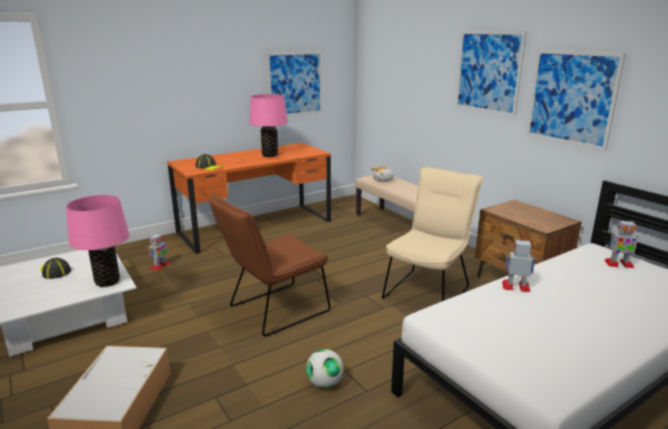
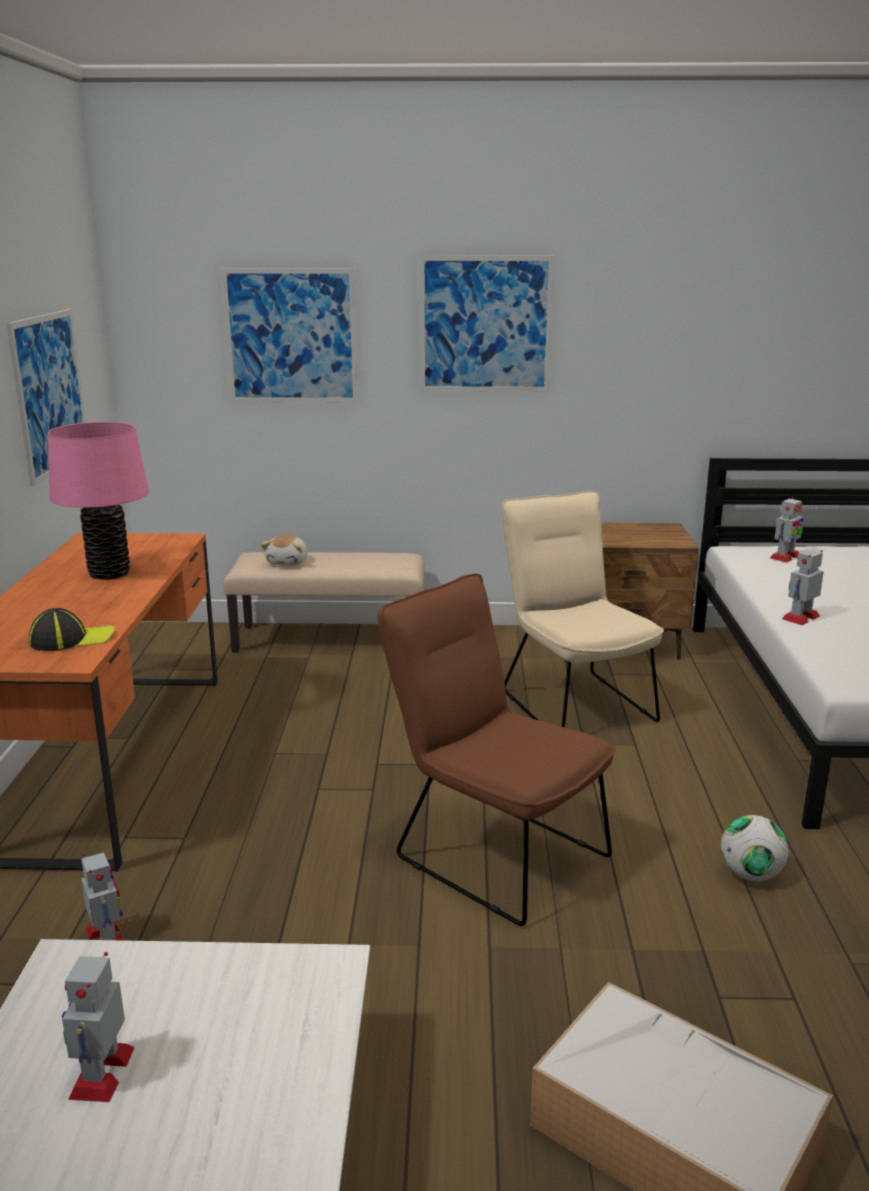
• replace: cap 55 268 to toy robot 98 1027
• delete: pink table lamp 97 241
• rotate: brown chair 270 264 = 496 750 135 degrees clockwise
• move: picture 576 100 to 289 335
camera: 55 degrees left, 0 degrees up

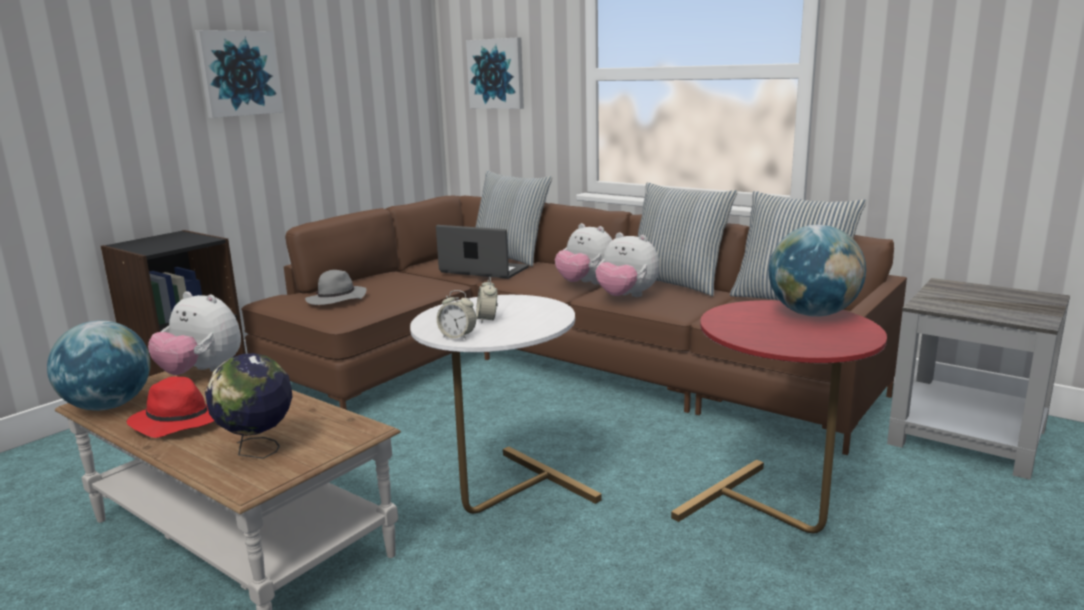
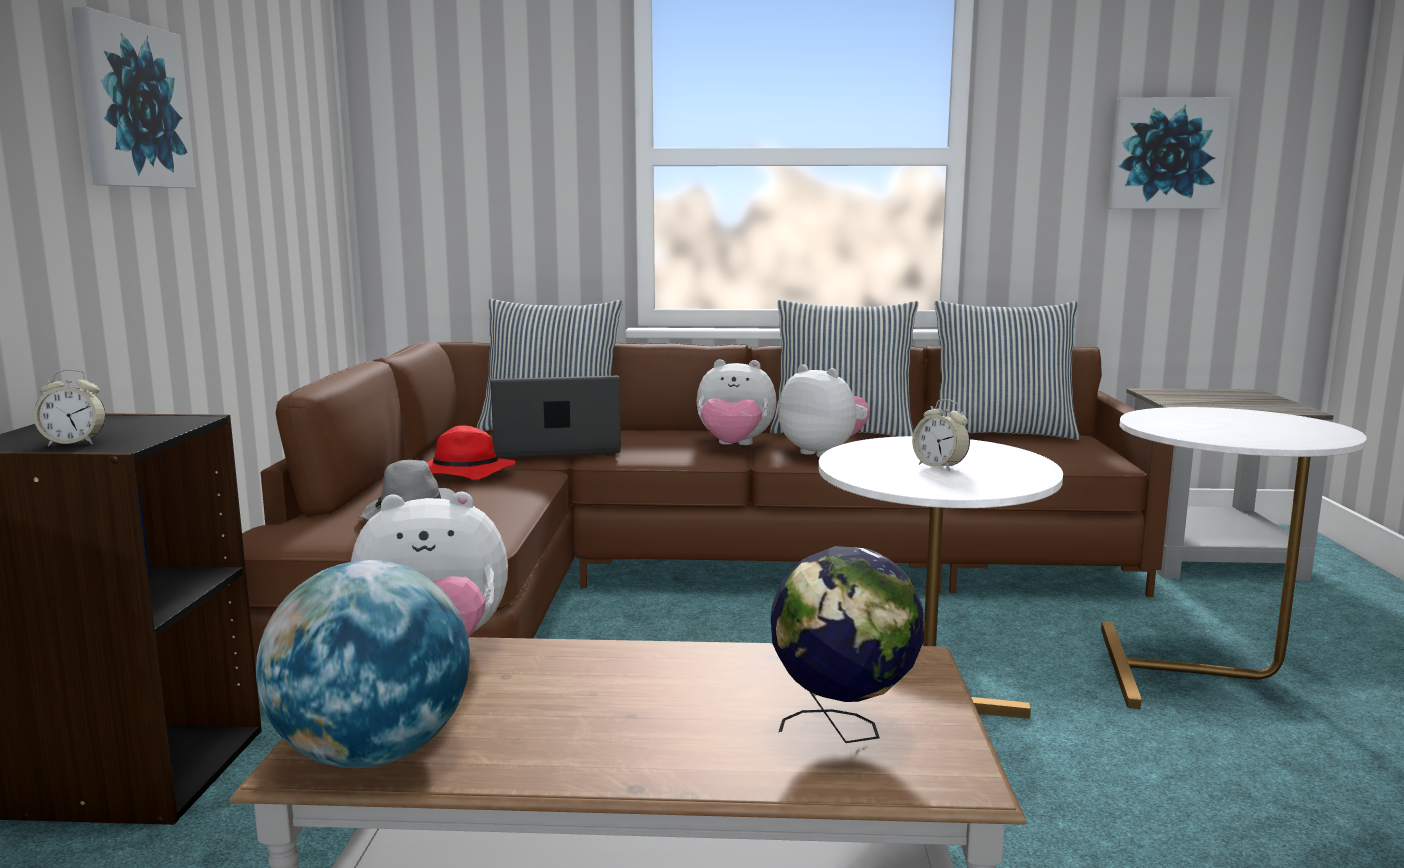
• move: red hat 170 407 to 471 452
• move: alarm clock 456 315 to 69 408
• move: picture 495 73 to 1169 153
• rotate: plush toy 627 264 = 824 410 135 degrees counterclockwise
• recolor: red side table 779 416 to white side table 1234 558
• delete: globe 817 271
camera: 35 degrees left, 5 degrees down

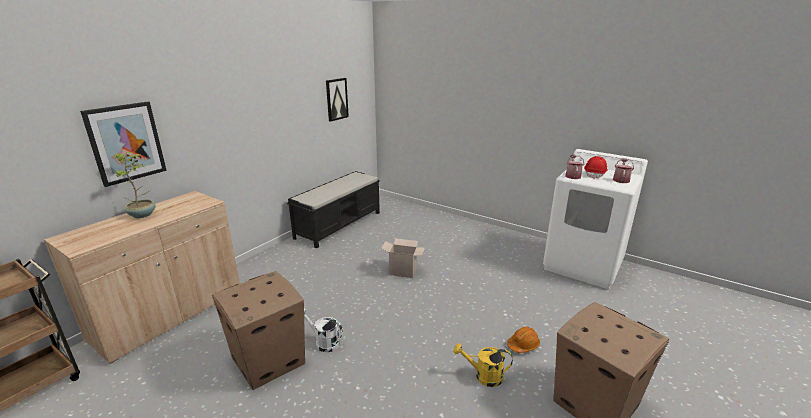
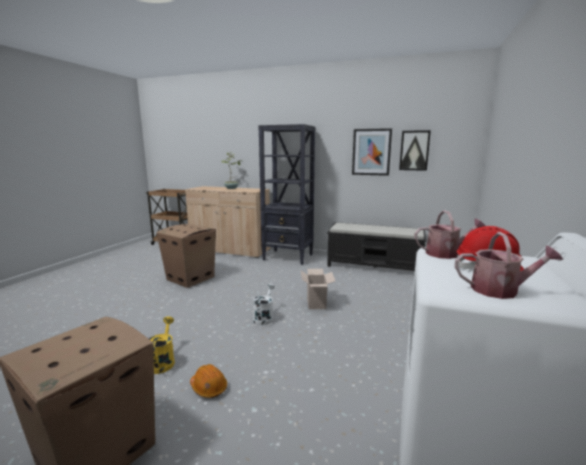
• move: picture 123 144 to 372 152
• move: white watering can 323 330 to 264 304
• insert: black bookcase 286 194
camera: 75 degrees right, 10 degrees down

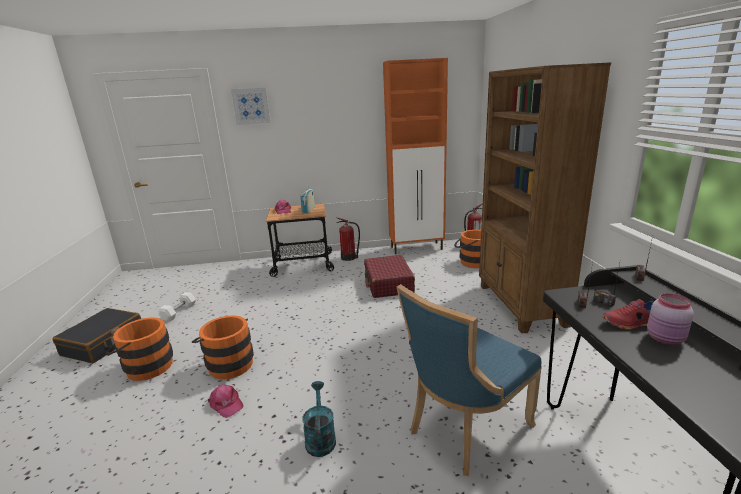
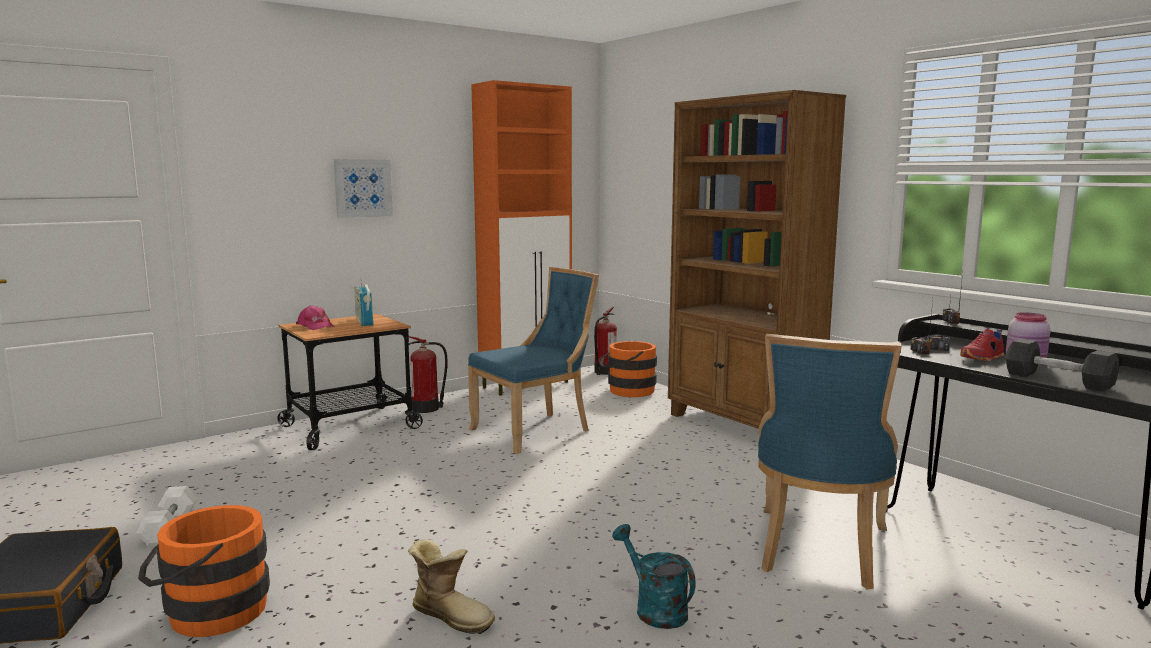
• delete: orange bucket 222 347
• replace: pink cap 226 400 to boot 451 587
• move: picture 251 106 to 363 188
• replace: red suitcase 389 276 to blue chair 533 360
• insert: grey dumbbell 1062 365
camera: 30 degrees left, 10 degrees down

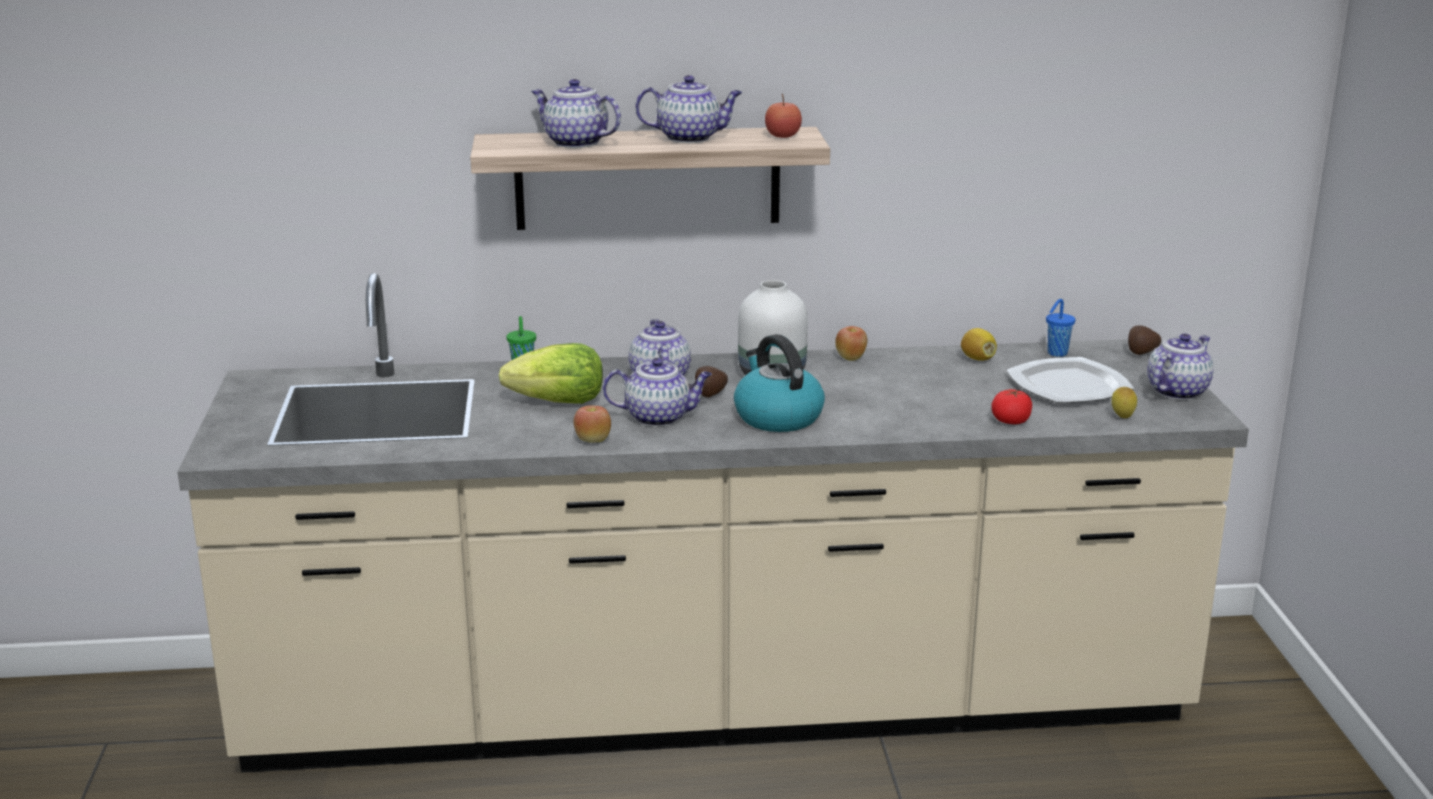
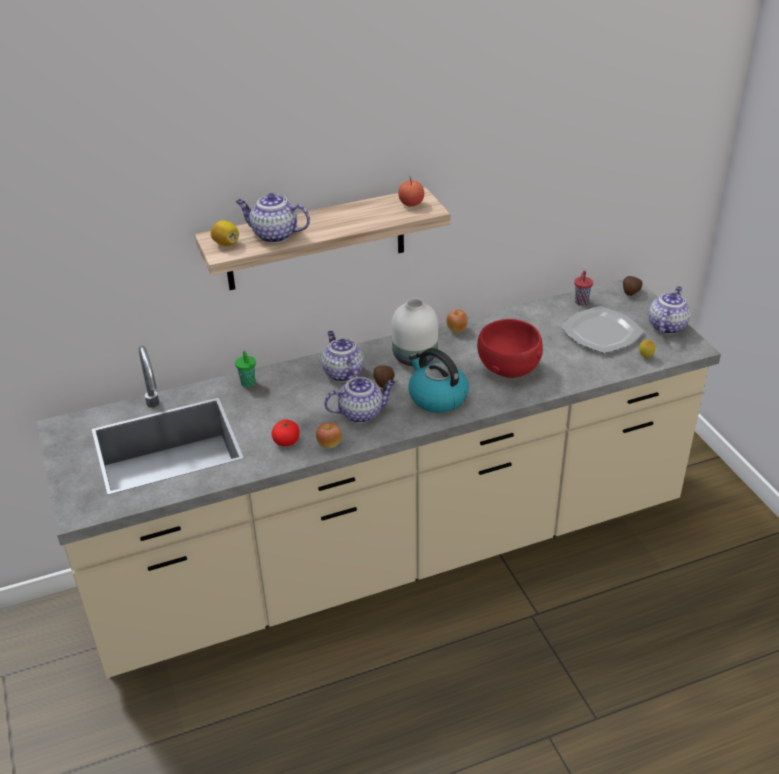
• delete: lettuce 551 373
• delete: teapot 688 109
• move: lemon 979 344 to 225 233
• move: tomato 1012 406 to 285 432
• recolor: blue cup 1060 328 to red cup 583 288
• insert: red bowl 510 348
camera: 15 degrees left, 15 degrees up

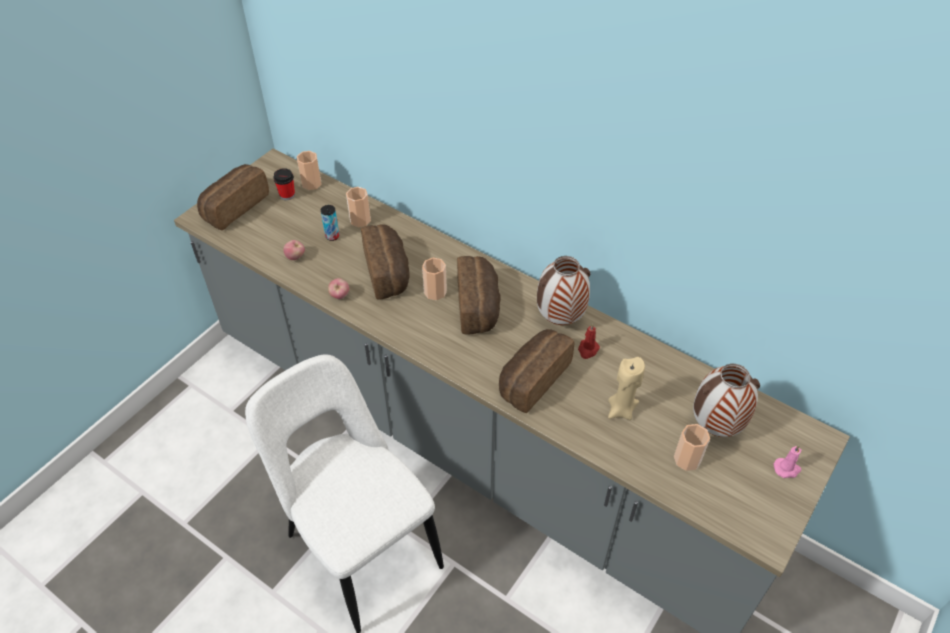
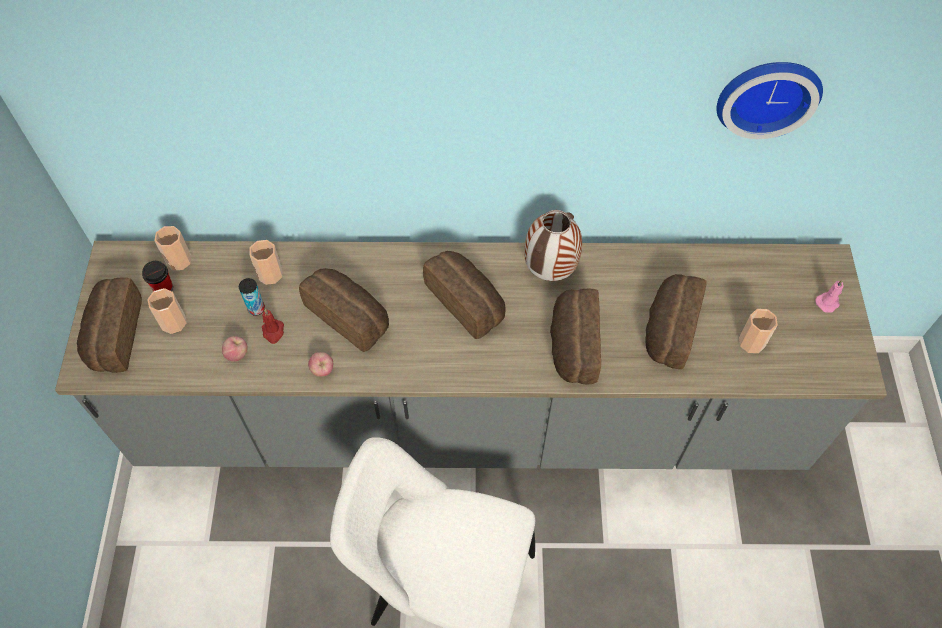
• move: cup 434 279 to 167 311
• move: red candle 589 341 to 273 326
• replace: beige candle 626 388 to bread 676 321
• delete: vase 726 400
• insert: wall clock 769 100
camera: 35 degrees left, 10 degrees up

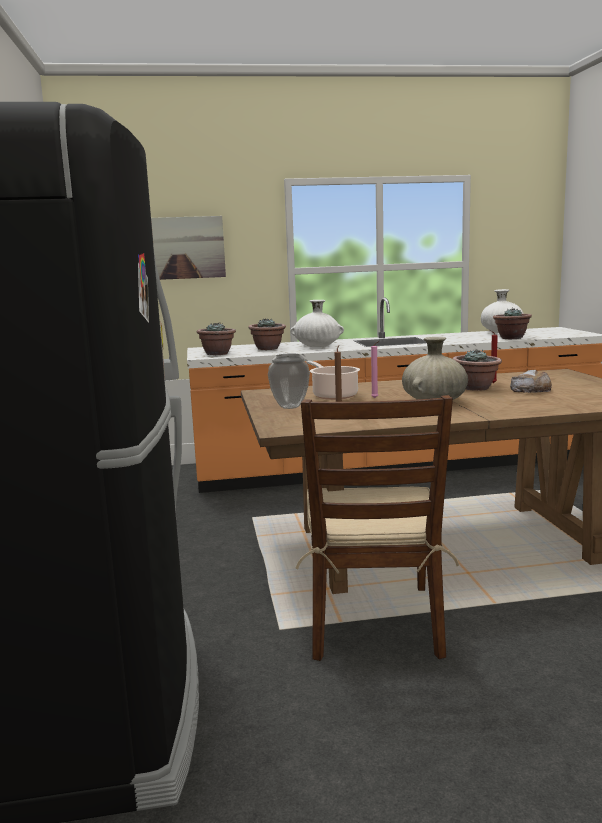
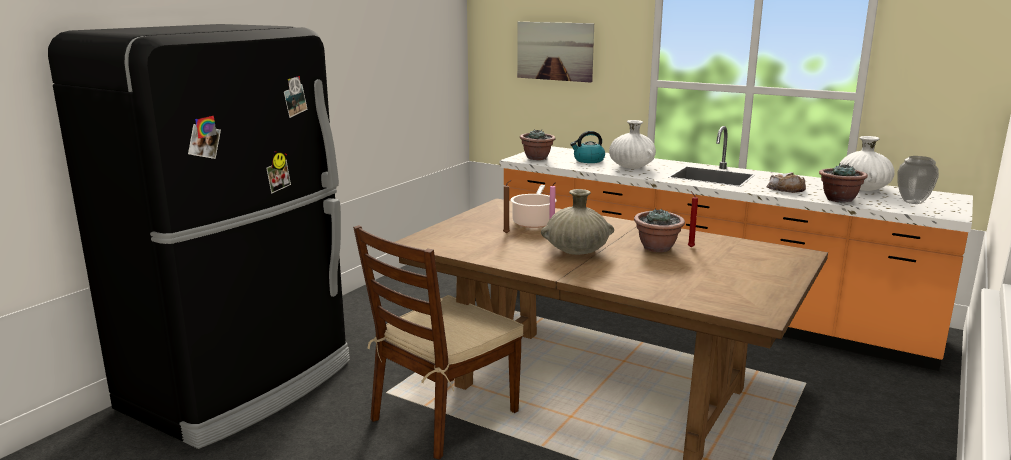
• replace: potted plant 267 334 to kettle 587 147
• move: vase 289 381 to 918 180
• move: bread 531 381 to 786 182
camera: 40 degrees right, 5 degrees up

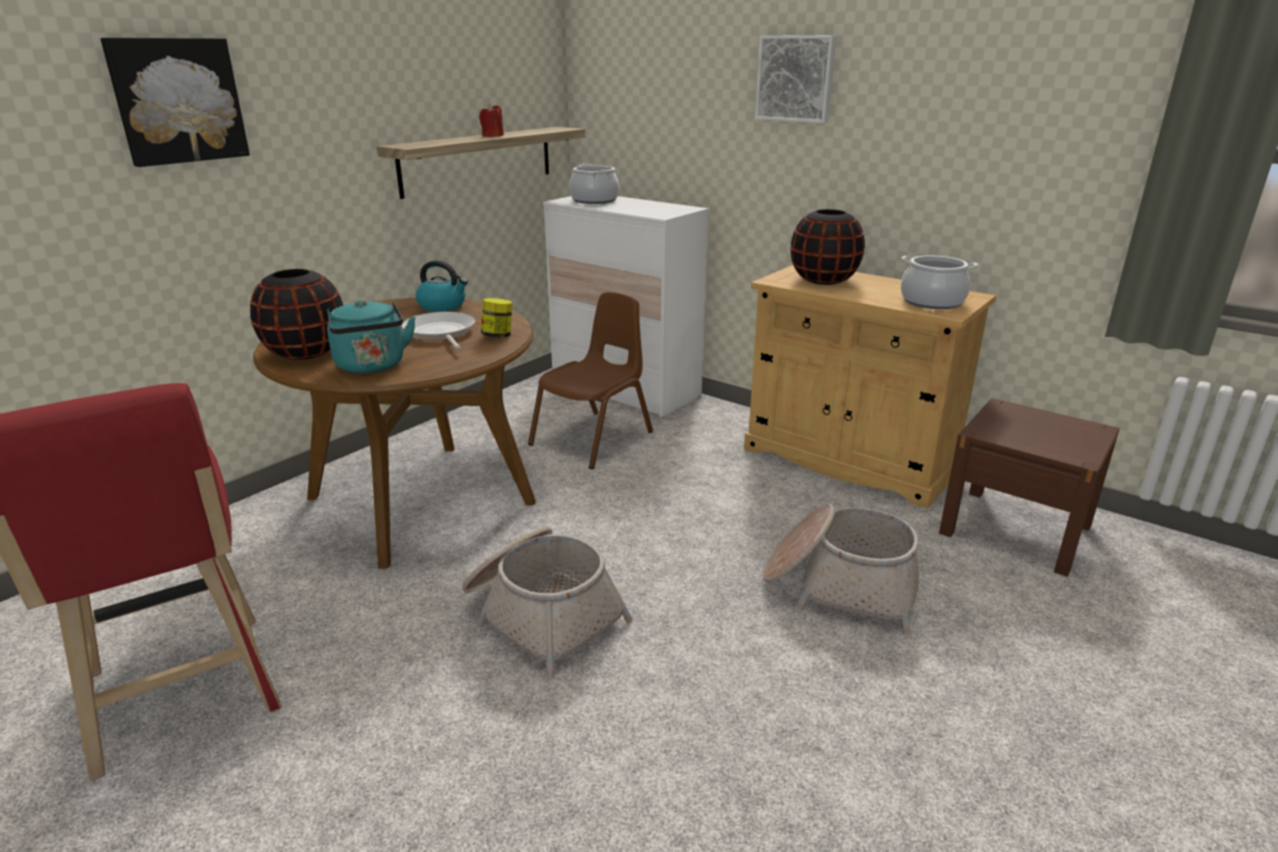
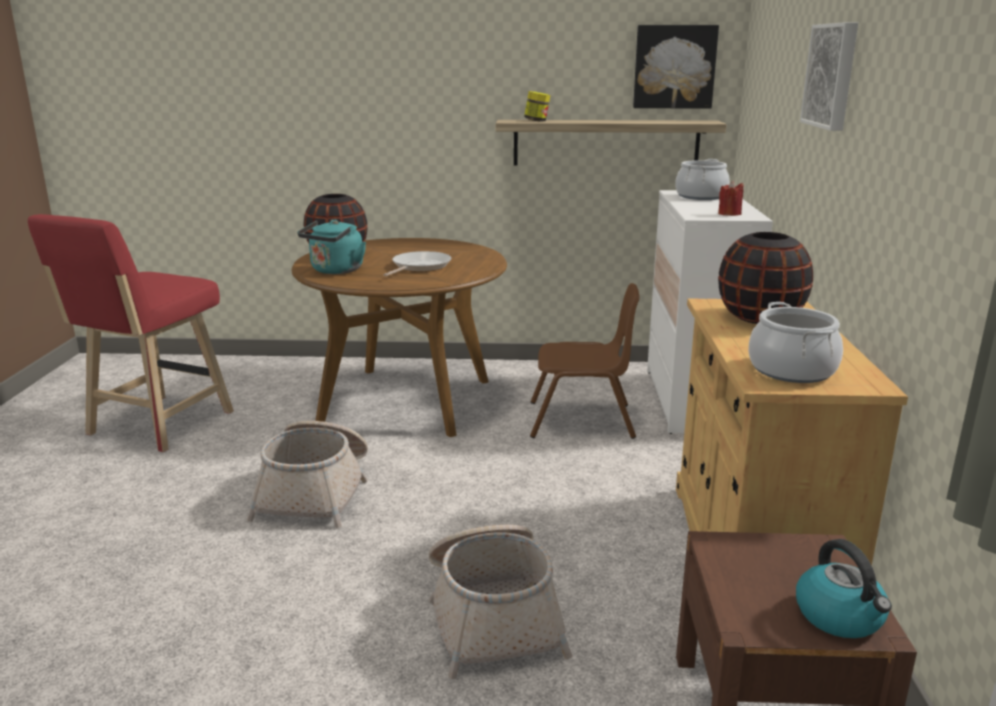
• move: picture 175 102 to 676 67
• move: kettle 442 286 to 844 588
• move: red candle 491 120 to 731 198
• move: jar 497 318 to 537 106
camera: 55 degrees right, 5 degrees down

